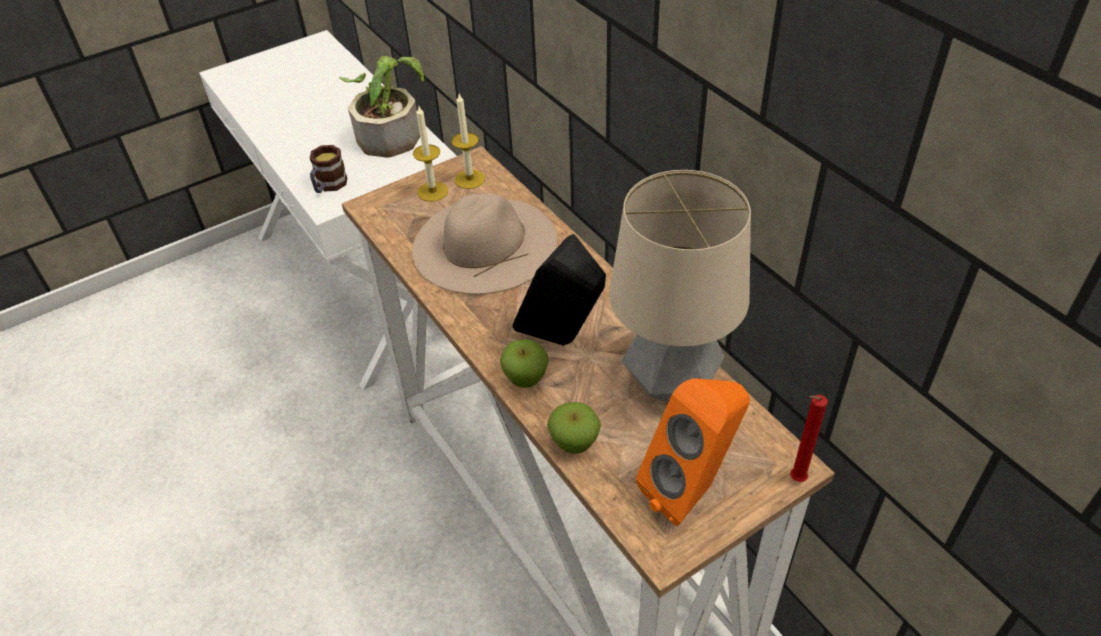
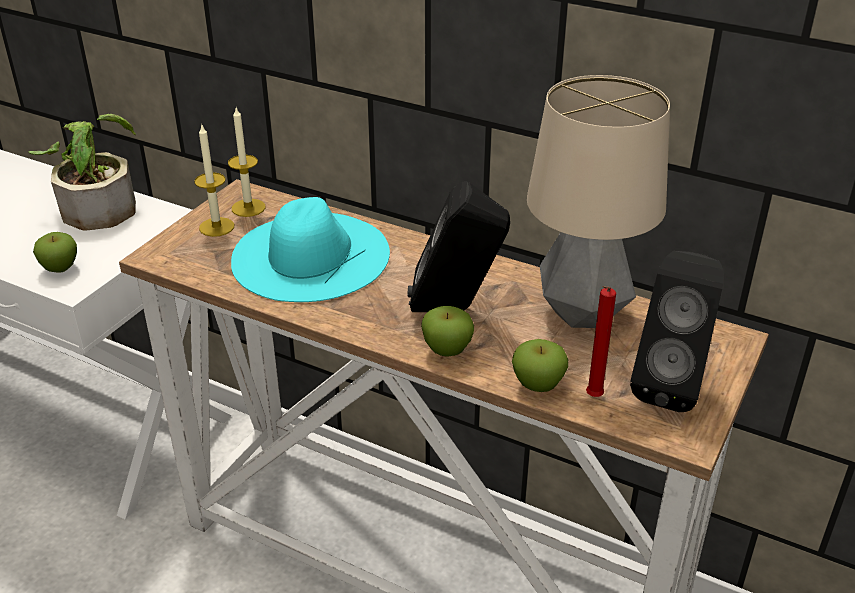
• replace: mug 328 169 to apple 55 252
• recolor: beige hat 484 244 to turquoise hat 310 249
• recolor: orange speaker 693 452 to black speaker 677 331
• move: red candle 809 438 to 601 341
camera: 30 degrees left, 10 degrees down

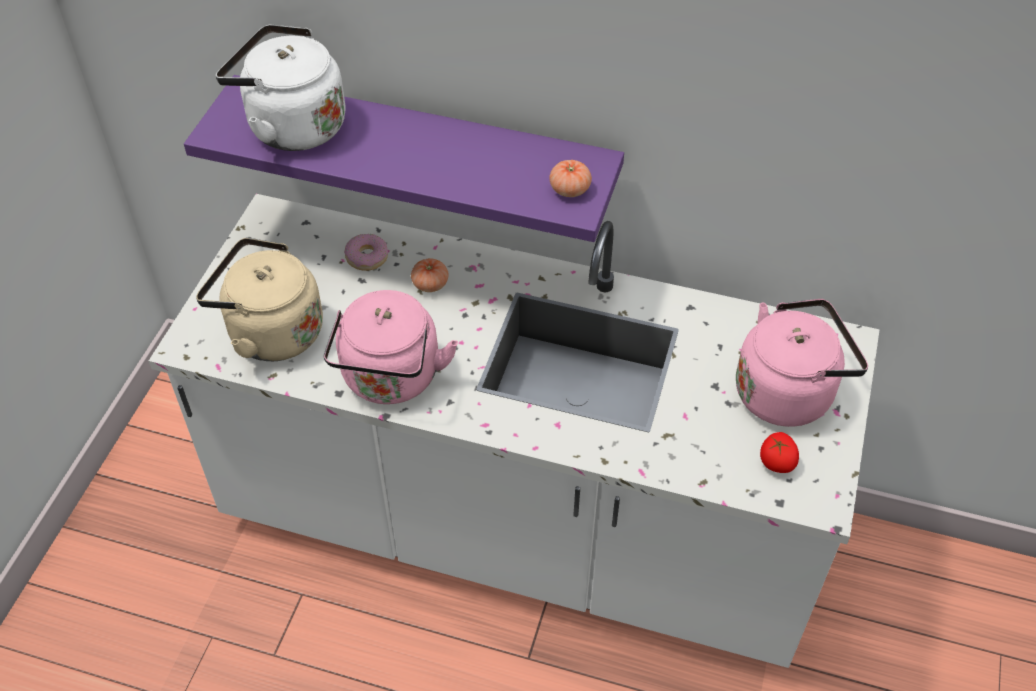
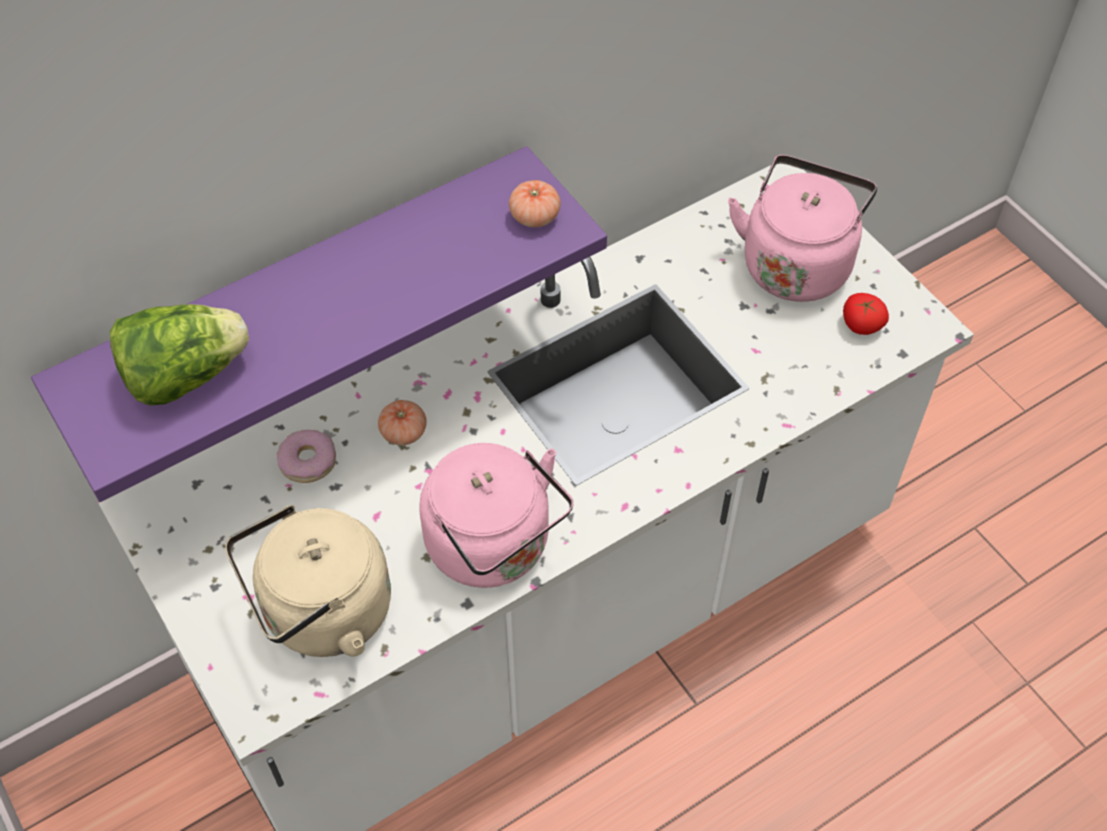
• replace: white kettle 281 87 to lettuce 179 355
camera: 50 degrees left, 5 degrees up

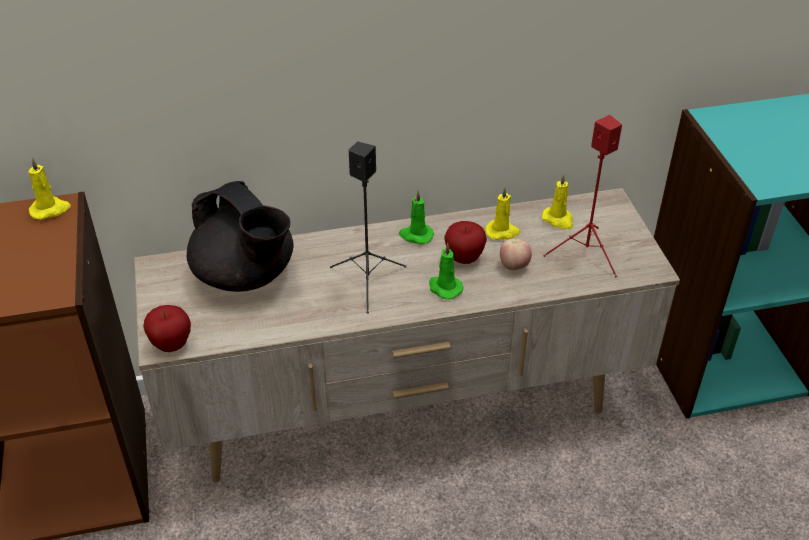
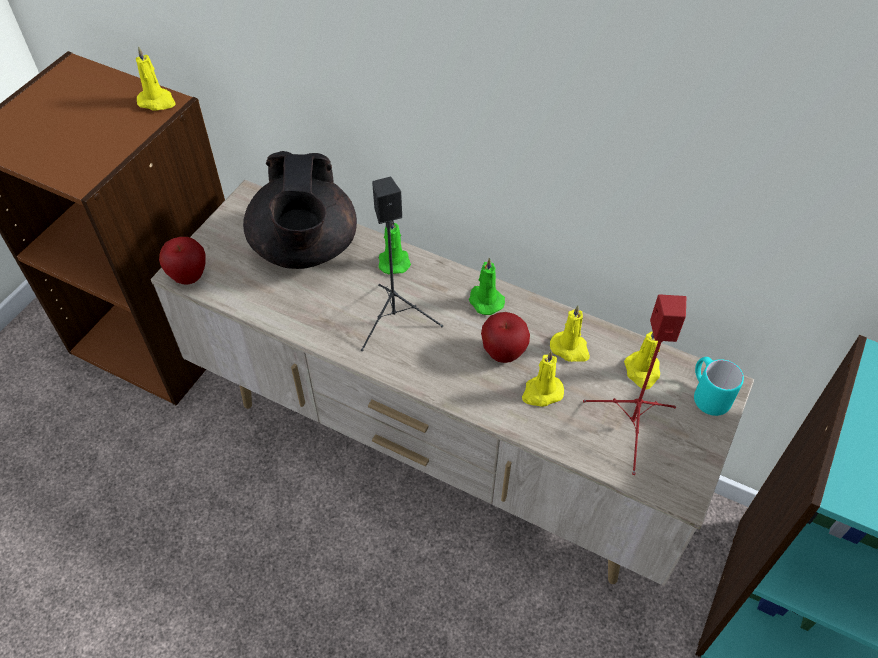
• move: green candle 446 271 to 395 247
• replace: apple 516 254 to yellow candle 543 378
• insert: turquoise mug 719 386
camera: 40 degrees right, 10 degrees up

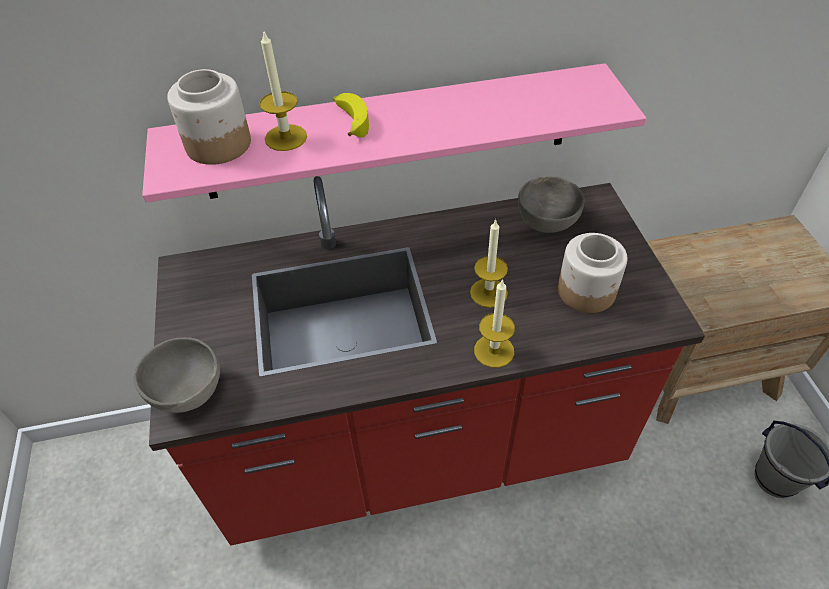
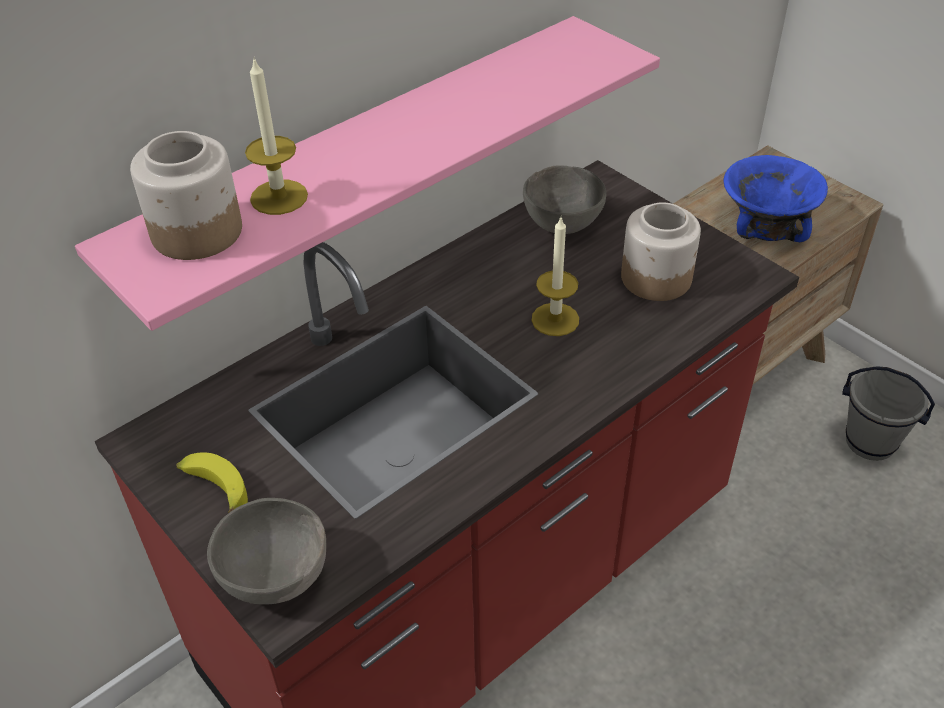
• move: banana 351 115 to 212 483
• delete: candle 494 323
• insert: blue bowl 776 198
camera: 30 degrees left, 5 degrees down

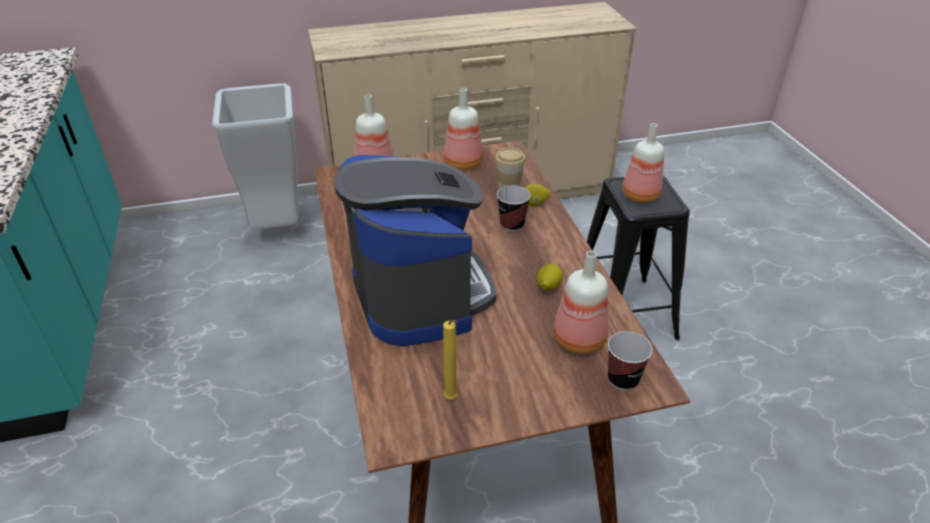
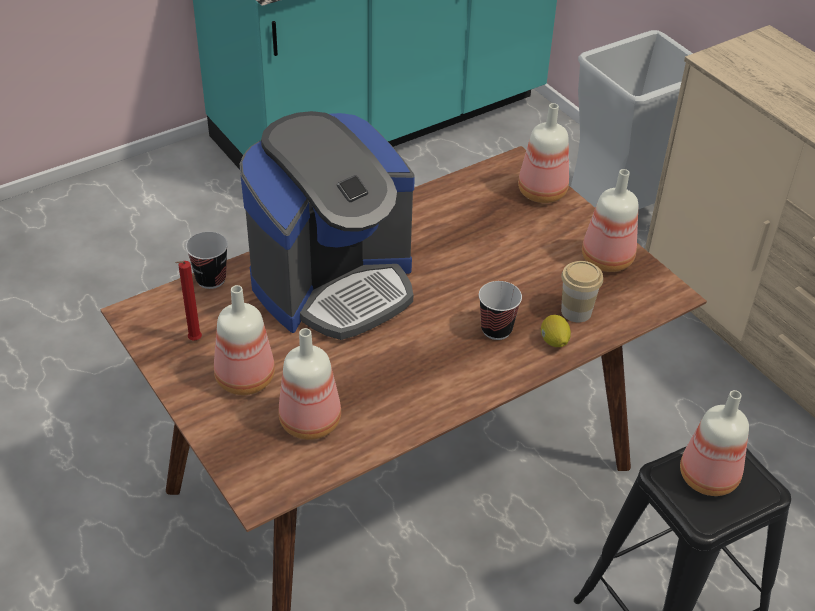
• recolor: yellow candle 450 360 to red candle 188 301
• delete: lemon 550 277
• move: cup 630 361 to 207 260
• insert: bottle 244 340
camera: 70 degrees right, 5 degrees up

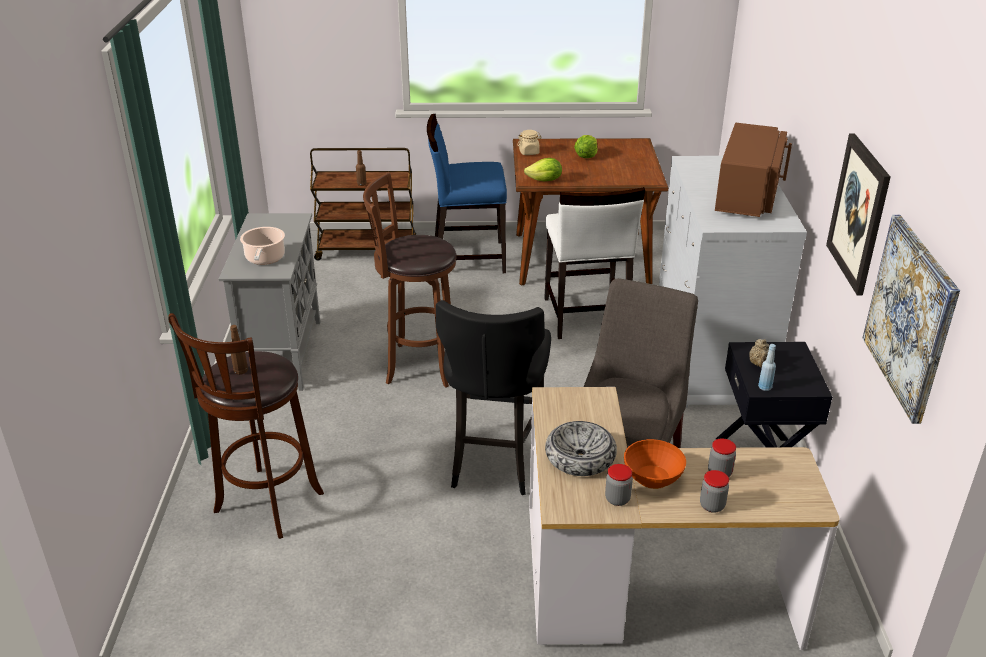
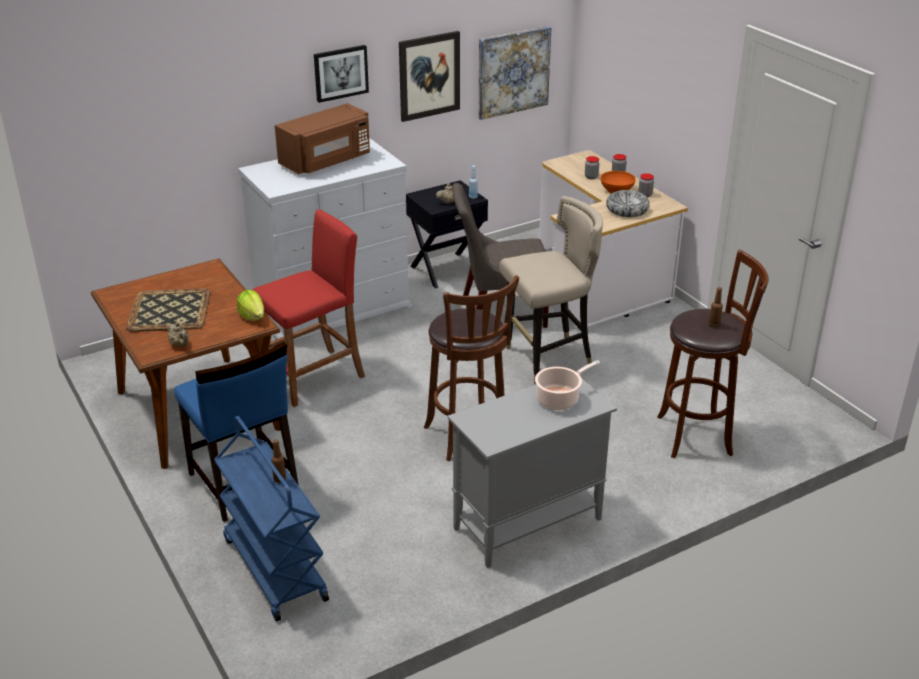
• recolor: brown cart 363 204 to blue cart 271 519
• recolor: black stool 493 397 to beige stool 551 290
• replace: beige jar 530 142 to beige teapot 178 334
• replace: white chair 594 263 to red stool 308 308
• replace: lettuce 585 146 to tray 168 310
• rotate: brown microwave 753 170 = 322 138 150 degrees clockwise
• insert: picture 341 74
camera: 120 degrees left, 0 degrees up

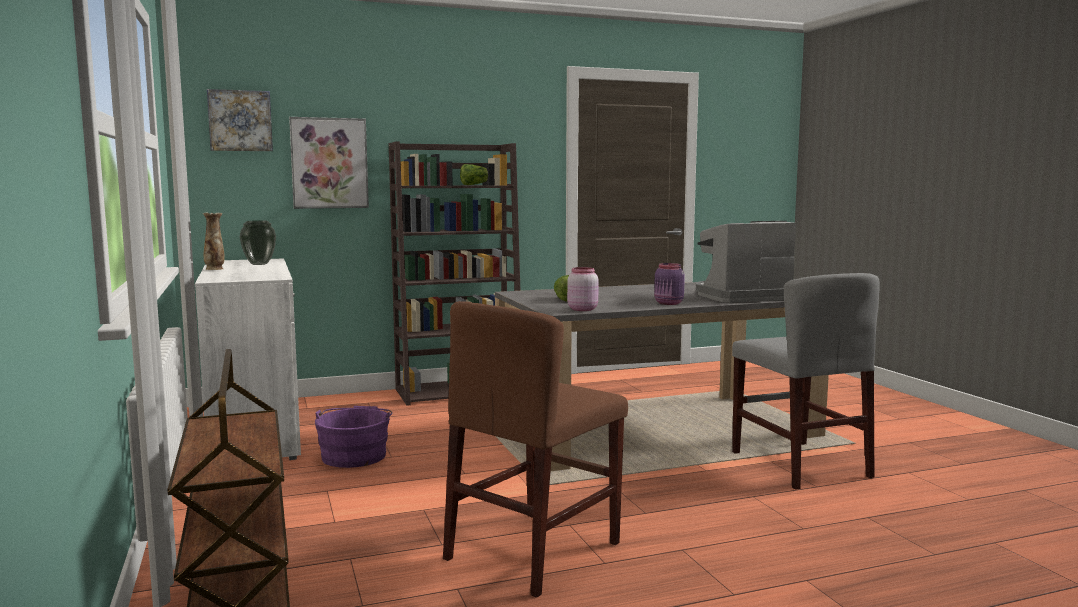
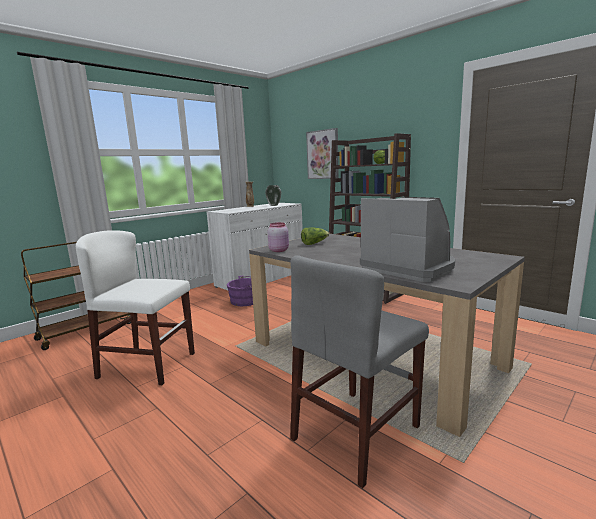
• delete: picture 240 120
• recolor: brown chair 535 449 to white chair 135 307
• delete: purple jar 669 284
camera: 65 degrees right, 5 degrees up

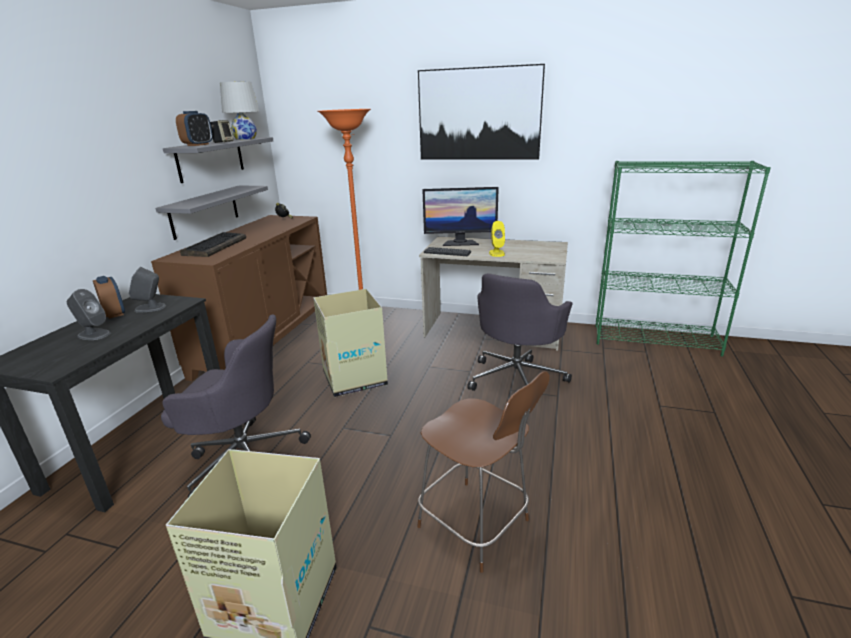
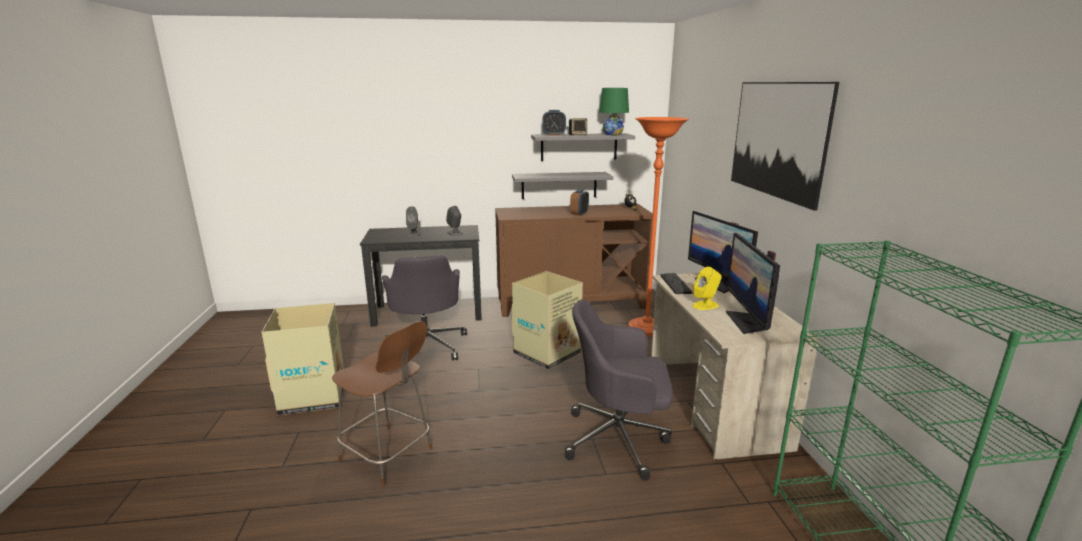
• move: alarm clock 109 297 to 579 202
• delete: keyboard 213 244
• recolor: white table lamp 239 110 to green table lamp 614 111
• rotate: brown chair 483 472 = 382 403 75 degrees counterclockwise
• insert: monitor 753 283
camera: 65 degrees right, 5 degrees down

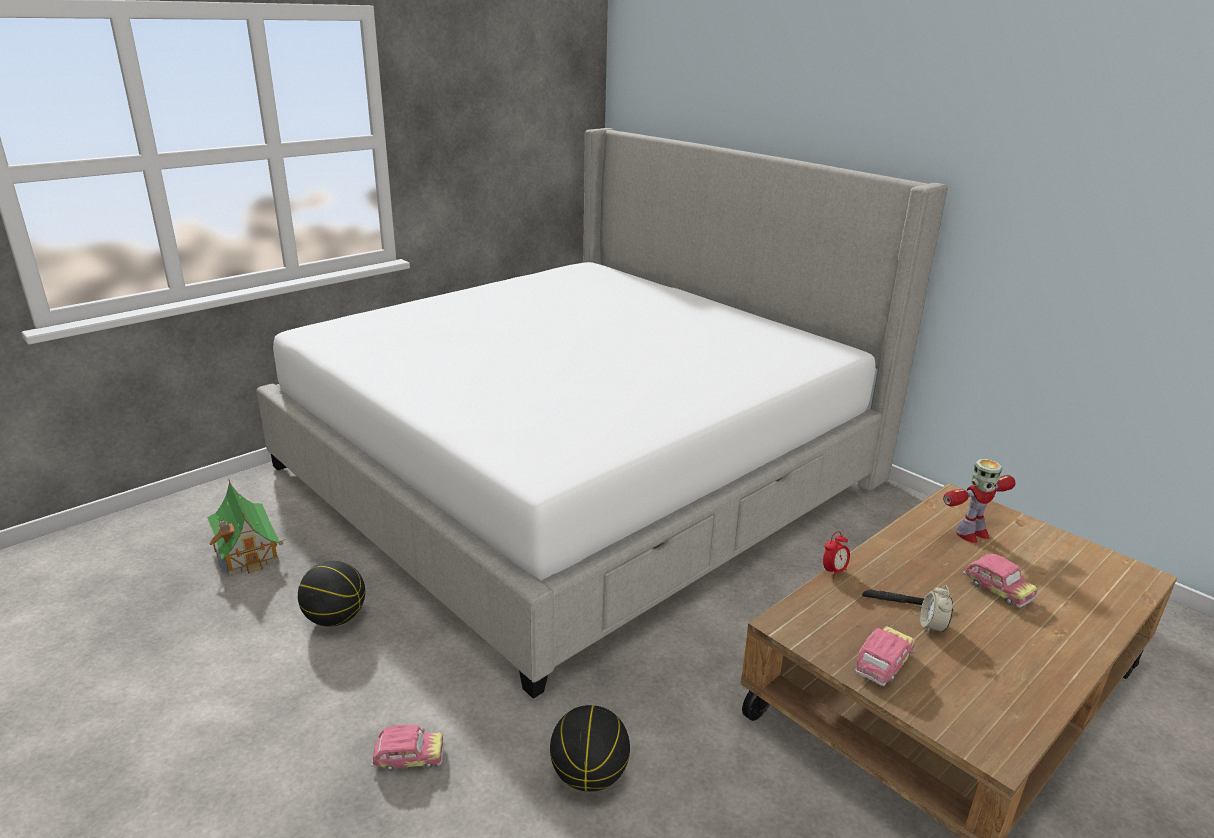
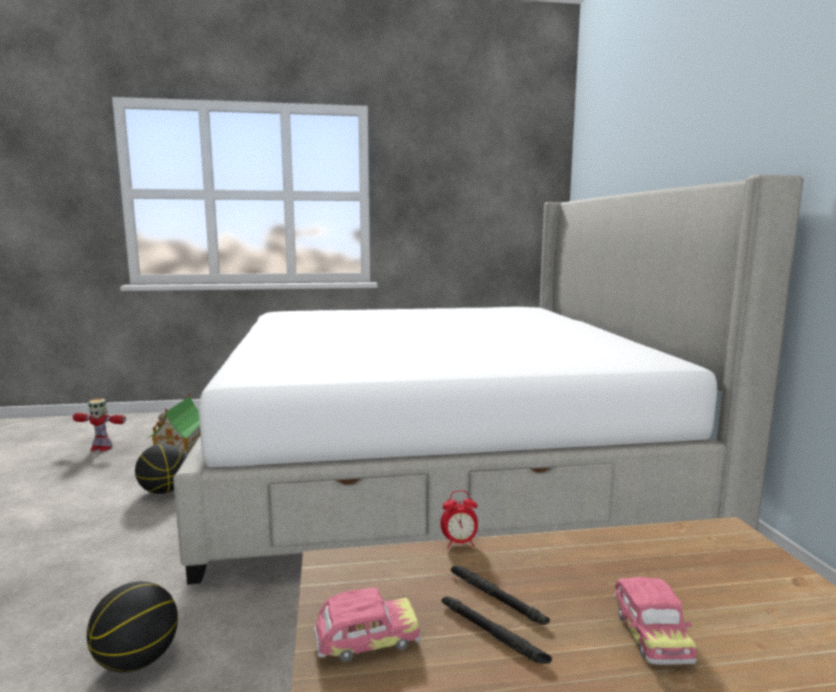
• delete: toy car 407 748
• replace: alarm clock 936 609 to black flashlight 496 630
• move: toy robot 979 501 to 99 425
camera: 35 degrees right, 15 degrees down

